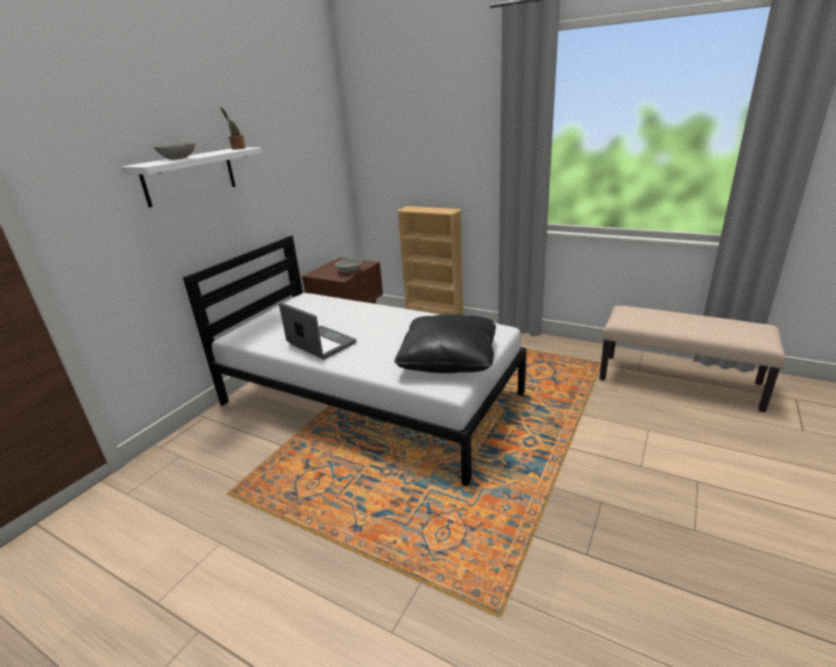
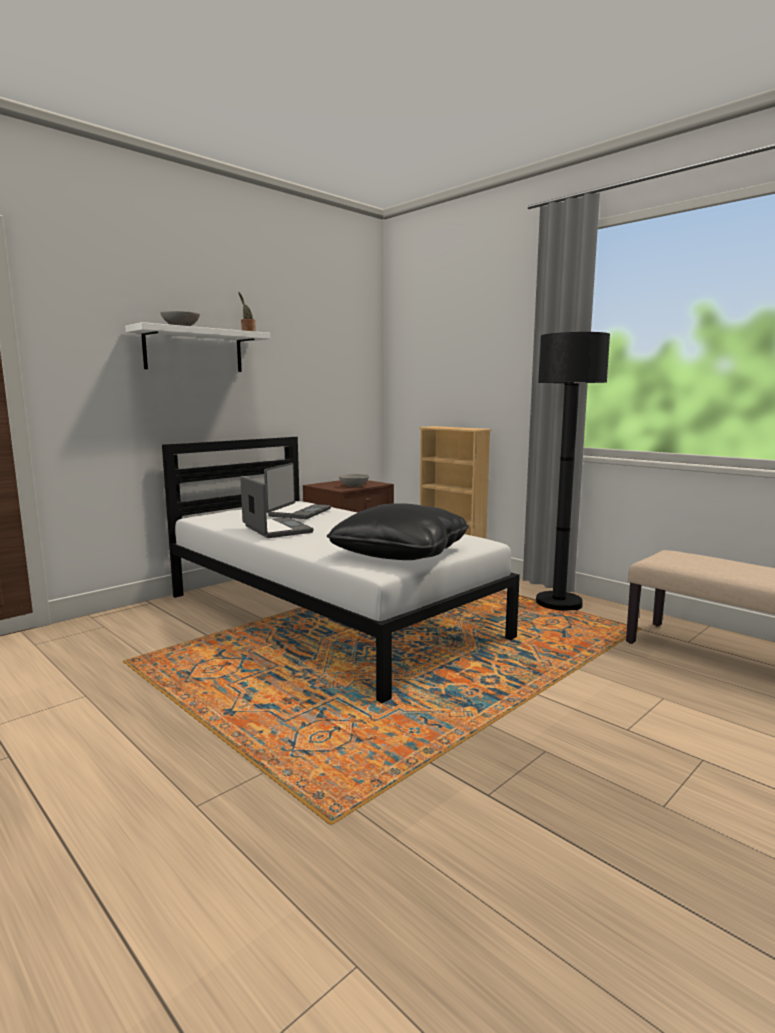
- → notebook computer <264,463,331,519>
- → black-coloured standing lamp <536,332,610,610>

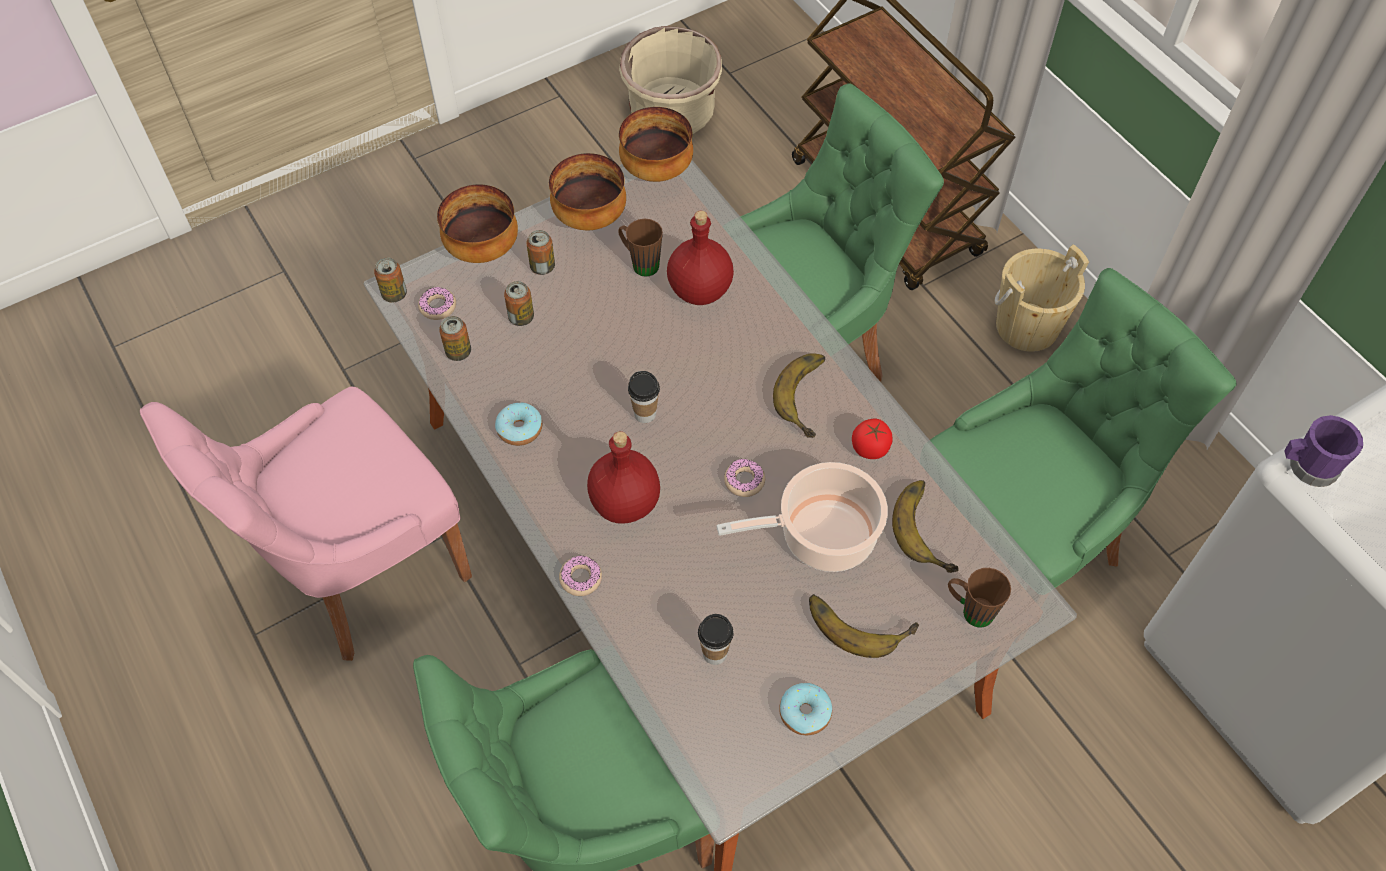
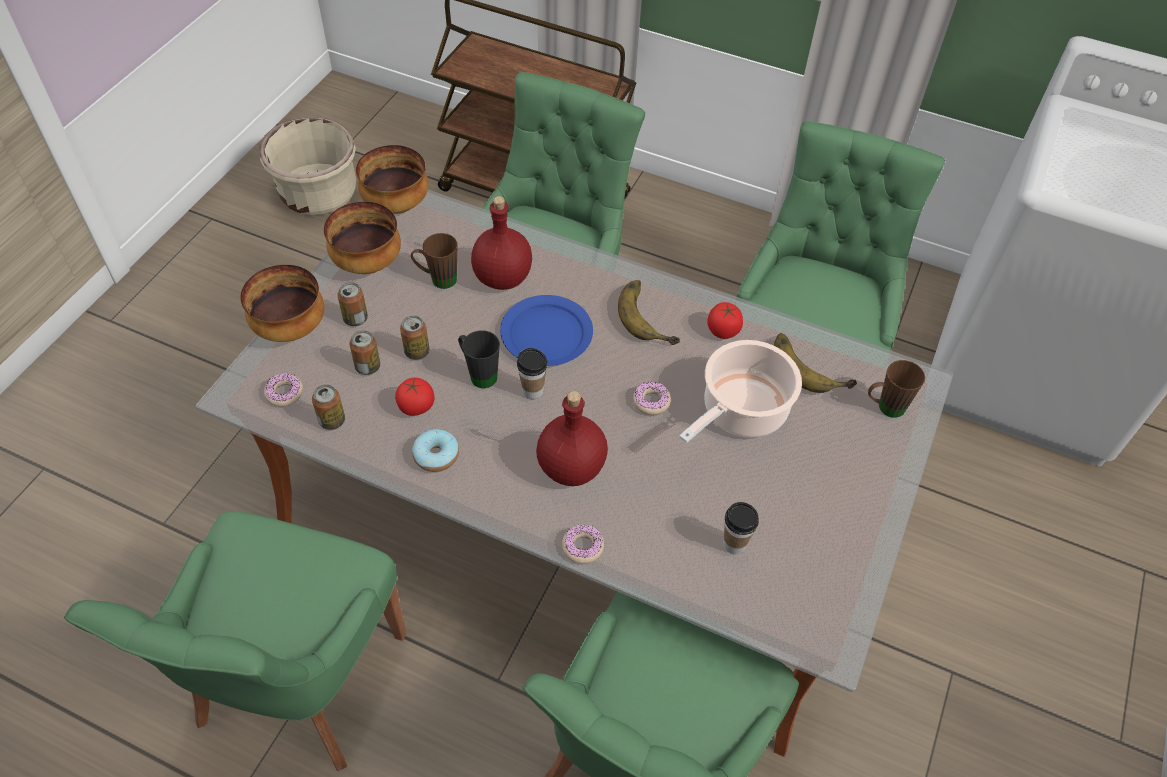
pink-coloured chair <140,387,472,661> → green chair <64,511,407,771>
can <374,258,407,303> → can <400,315,430,360>, shifted
donut <779,683,832,735> → -
banana fruit <809,594,919,658> → -
sand-coloured bucket <995,244,1089,352> → -
purple-coloured mug <1284,415,1363,487> → -
- → whole tomato <395,378,435,416>
- → black-coloured mug <458,330,500,388>
- → bluish flat dish <500,295,593,366>

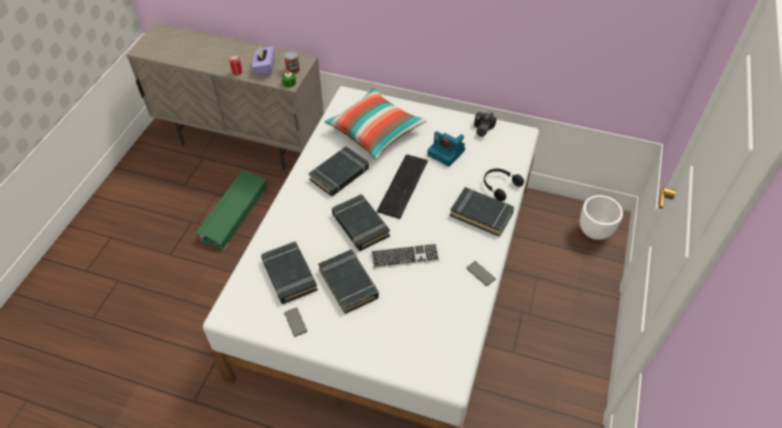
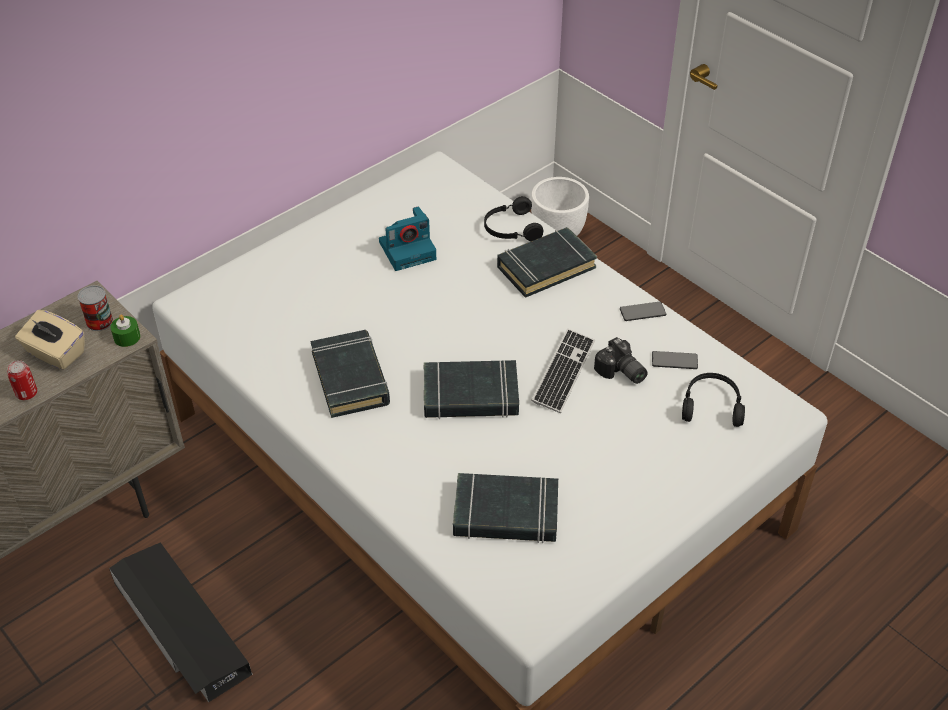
green storage bin <196,171,268,250> → black-coloured storage bin <109,542,253,702>
purple-coloured tissue holder <252,45,275,75> → sand-coloured tissue holder <15,310,85,370>
handset <284,307,307,337> → handset <652,351,698,369>, shifted
black-coloured book <318,250,379,314> → -
throw pillow <324,88,427,159> → -
computer keyboard <377,155,428,219> → -
still camera <474,111,497,137> → still camera <594,337,648,384>, shifted
- → black-coloured headphones <682,373,745,427>

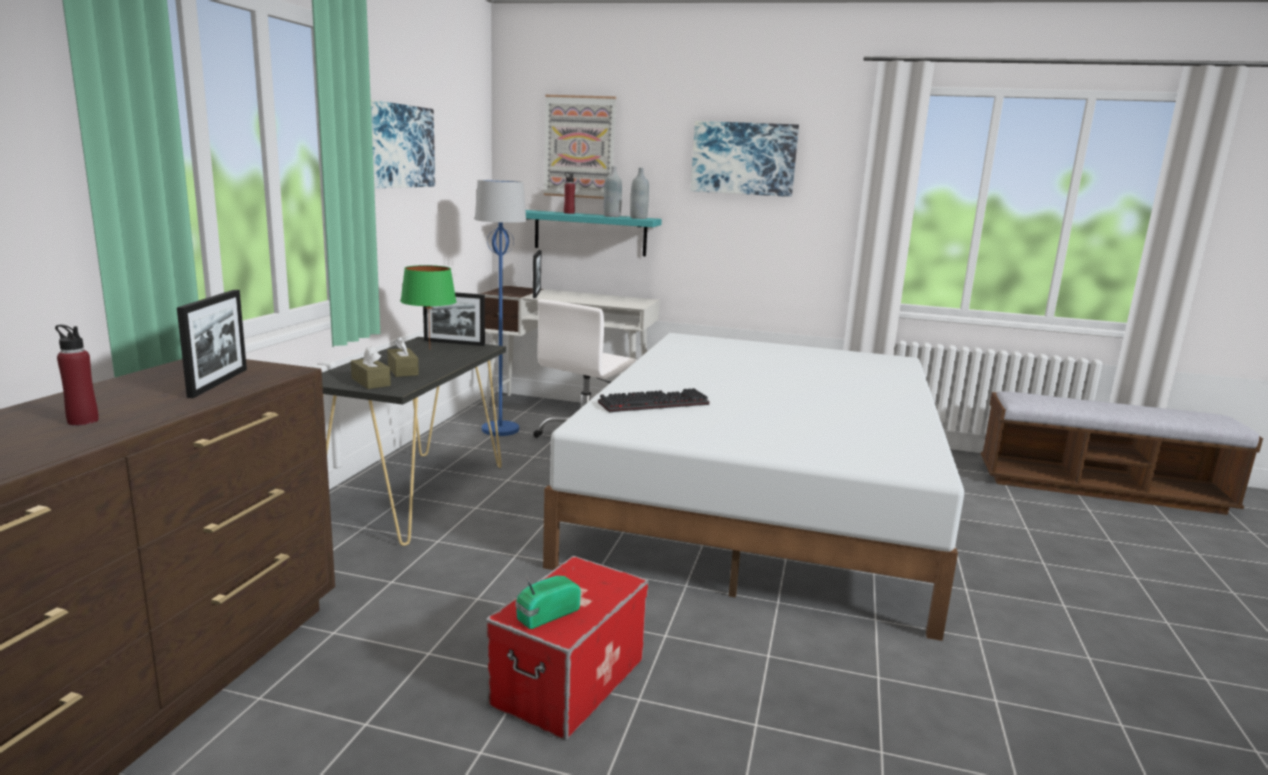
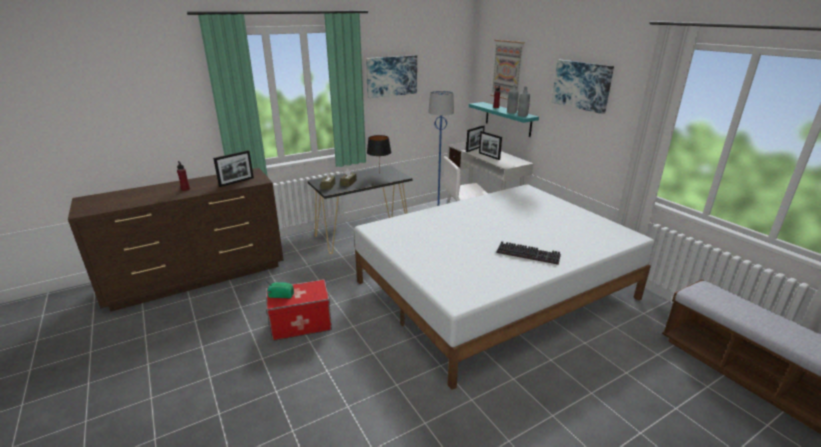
green table lamp <400,265,457,348> → black-coloured table lamp <367,135,391,170>
picture frame <423,292,485,346> → picture frame <479,131,502,160>, shifted
computer keyboard <598,388,709,412> → computer keyboard <496,241,561,265>, shifted

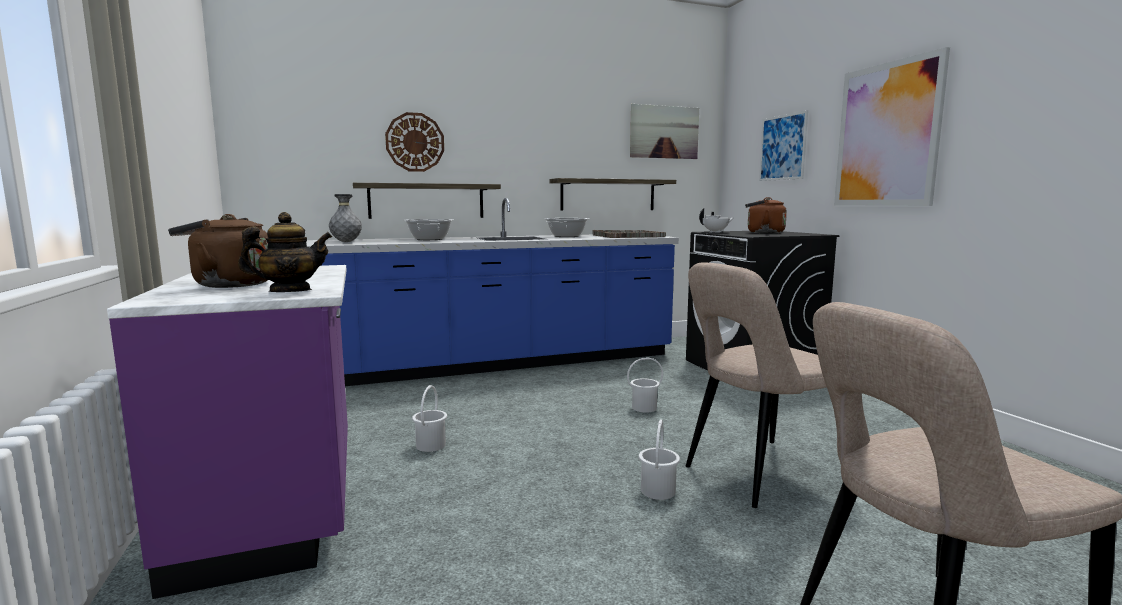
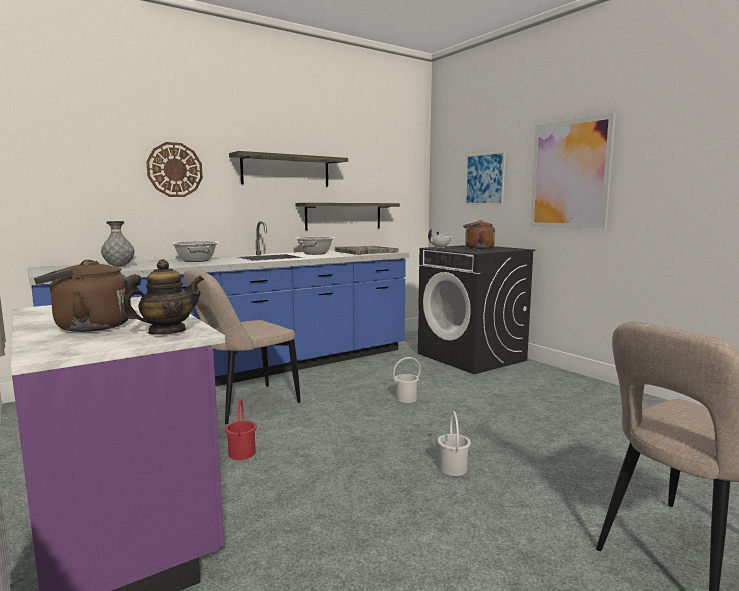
shelf <353,183,501,219> → shelf <229,151,348,186>, shifted
white bucket <412,385,447,452> → red-coloured bucket <225,399,257,460>
wall picture <630,104,699,159> → -
sand-coloured chair <686,262,826,508> → sand-coloured chair <184,270,301,424>, shifted

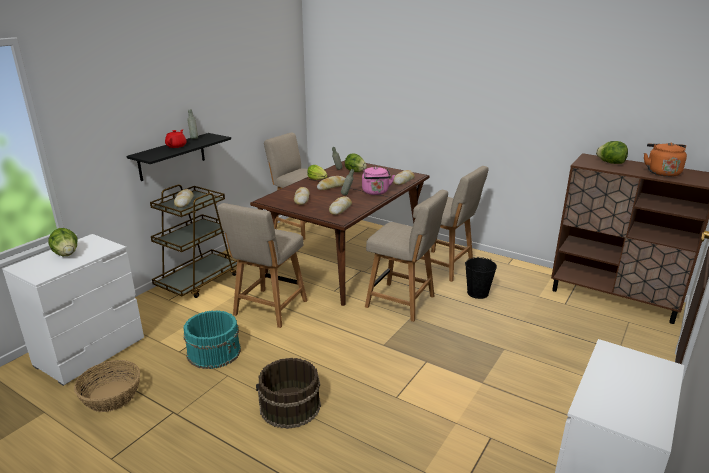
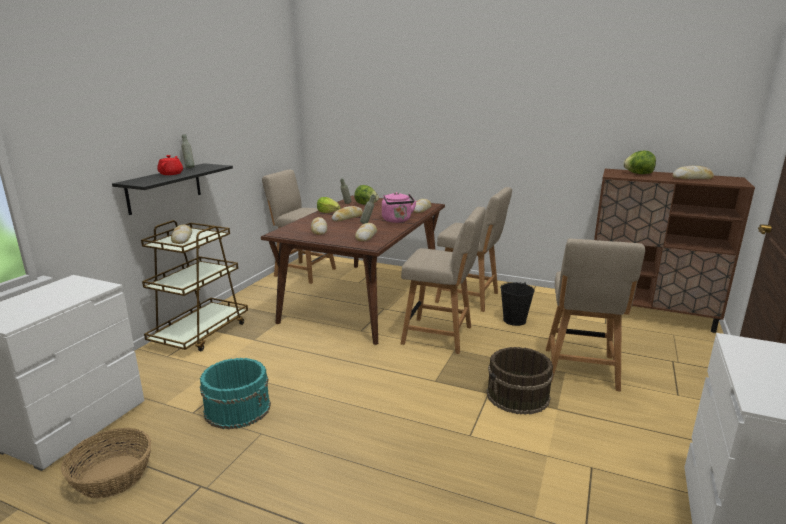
lettuce <48,228,78,256> → -
sand-coloured chair <218,203,308,328> → sand-coloured chair <546,239,645,392>, shifted
brownish bucket <256,358,321,429> → brownish bucket <486,347,553,415>, shifted
orangey tea kettle <644,143,687,177> → bakery bread <673,166,714,179>

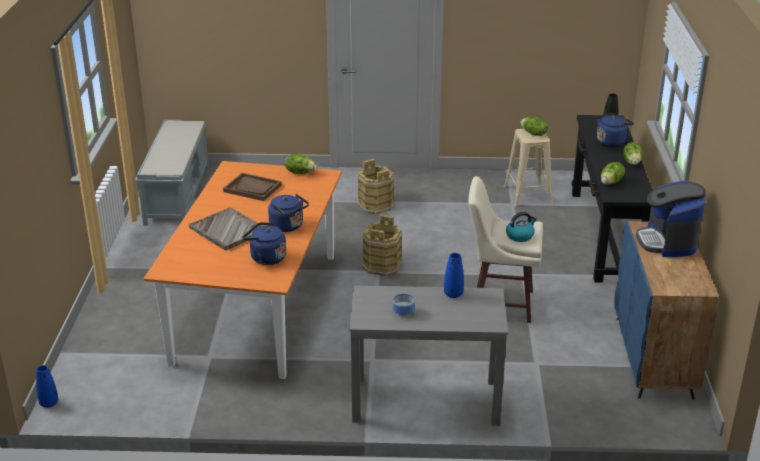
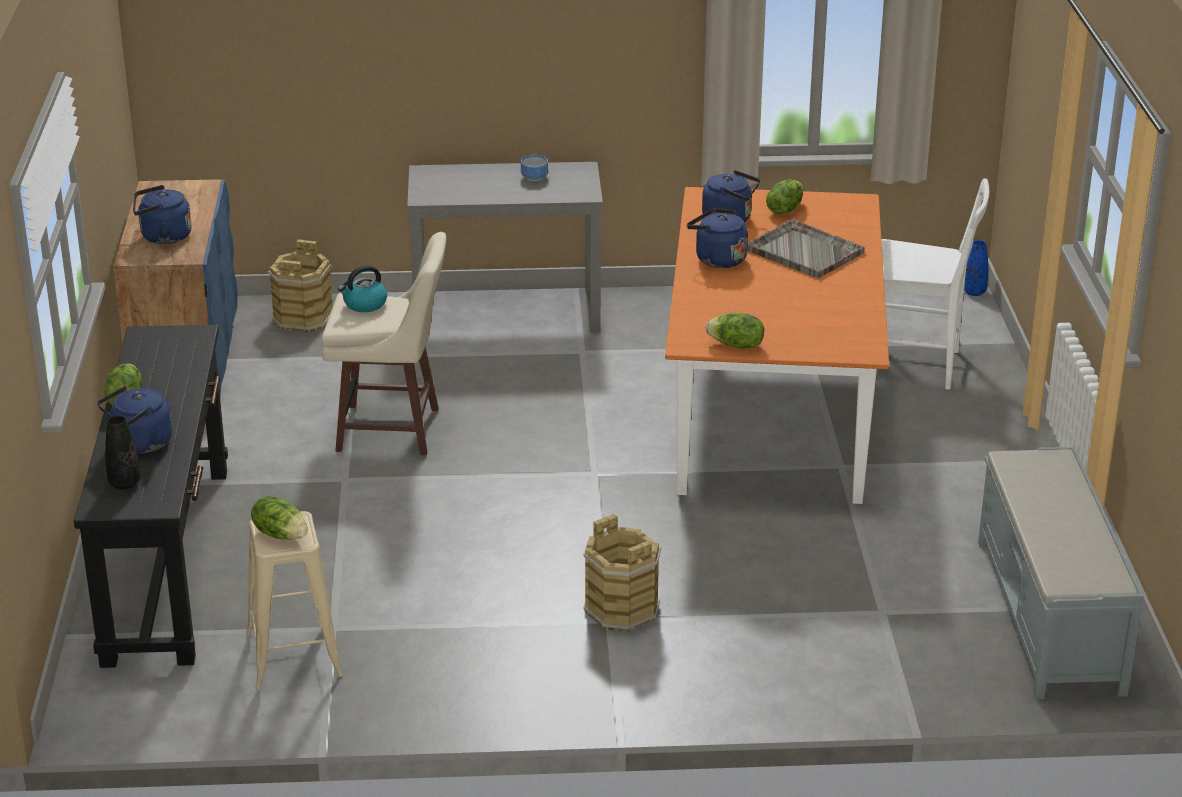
brownish tray <223,173,282,201> → -
brownish bucket <362,215,403,276> → brownish bucket <268,239,333,333>, shifted
bluish decorative vase <444,253,464,298> → -
lettuce <601,162,625,184> → lettuce <766,179,803,214>, shifted
coffee machine <636,181,706,257> → bluish tea kettle <133,185,192,244>
- → white chair <881,178,989,390>

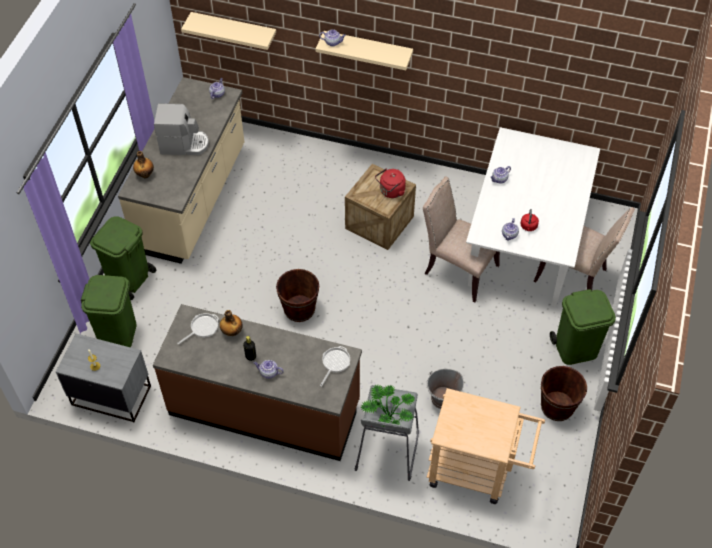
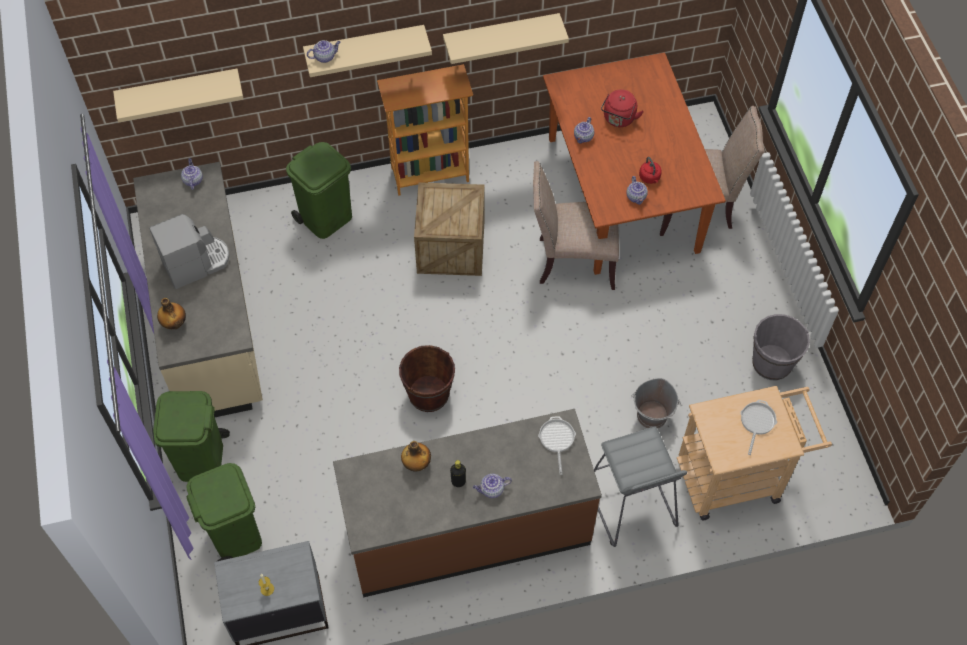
skillet <177,313,219,345> → skillet <740,400,777,455>, shifted
houseplant <360,384,415,427> → -
red-coloured tea kettle <375,169,406,198> → red-coloured tea kettle <601,90,644,127>, shifted
white kitchen table <466,127,600,307> → brownish kitchen table <543,53,726,275>
brownish bucket <541,366,587,421> → grey bucket <752,314,810,380>
green rubbish bin <550,289,616,365> → green rubbish bin <286,142,352,239>, shifted
- → bookcase <377,64,473,196>
- → sand-coloured shelf <443,13,569,64>

